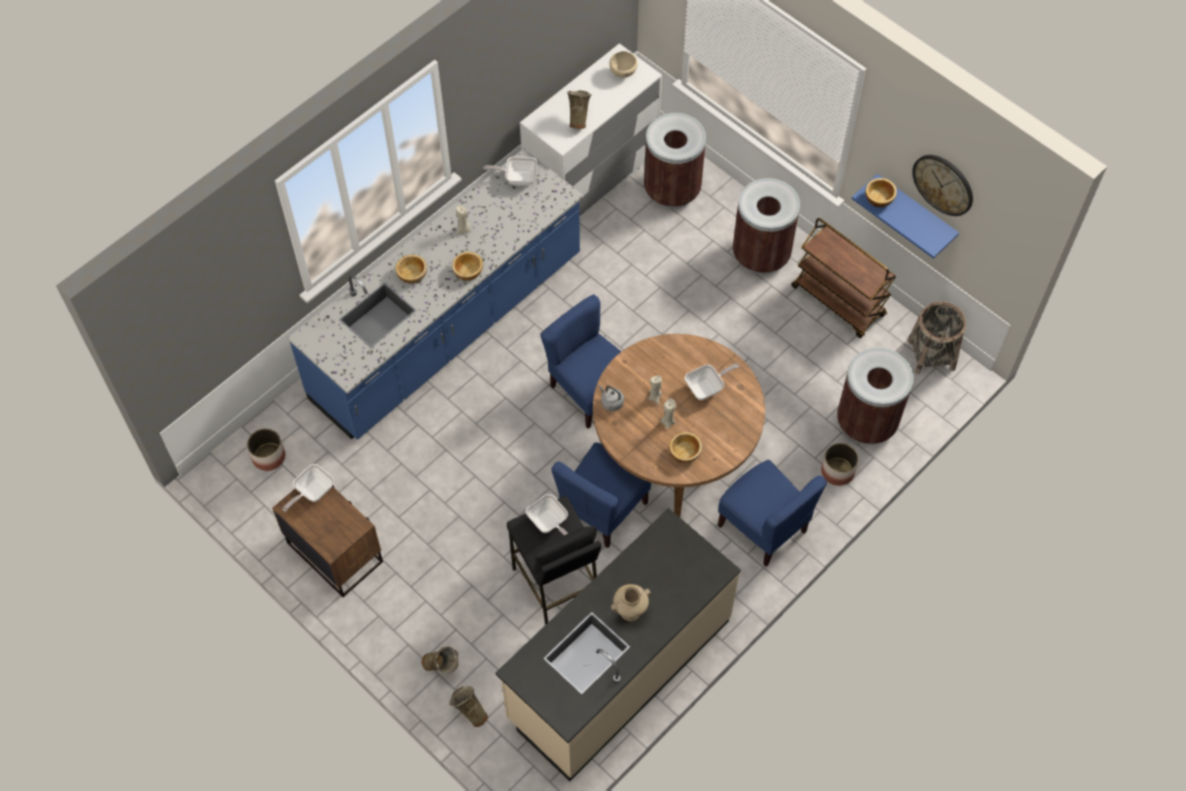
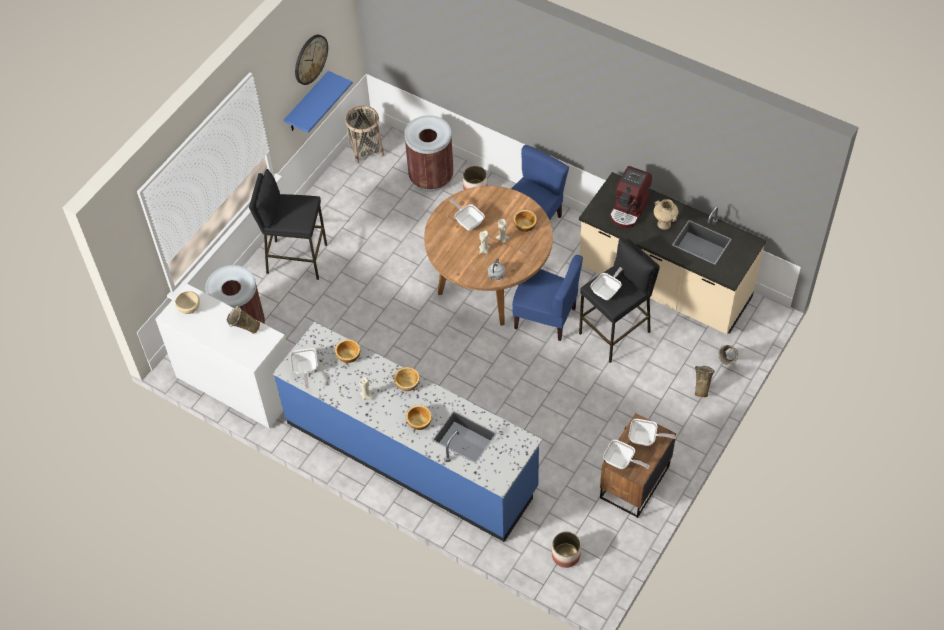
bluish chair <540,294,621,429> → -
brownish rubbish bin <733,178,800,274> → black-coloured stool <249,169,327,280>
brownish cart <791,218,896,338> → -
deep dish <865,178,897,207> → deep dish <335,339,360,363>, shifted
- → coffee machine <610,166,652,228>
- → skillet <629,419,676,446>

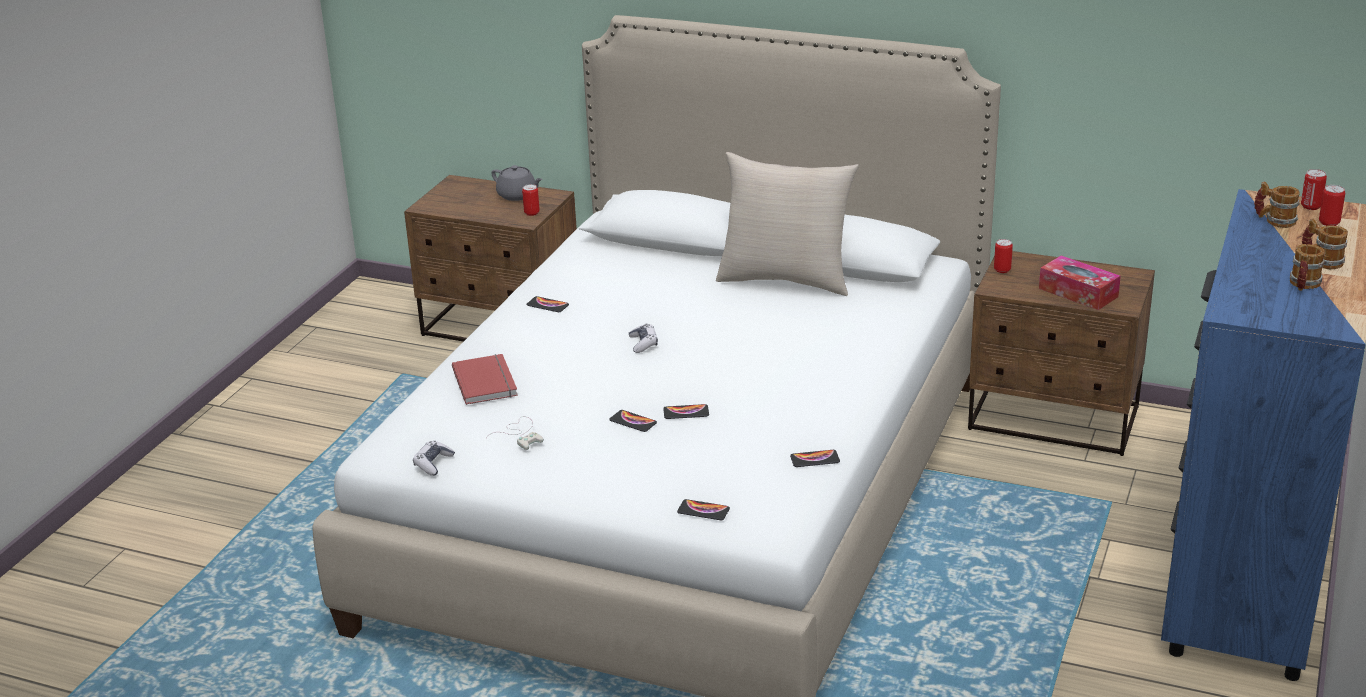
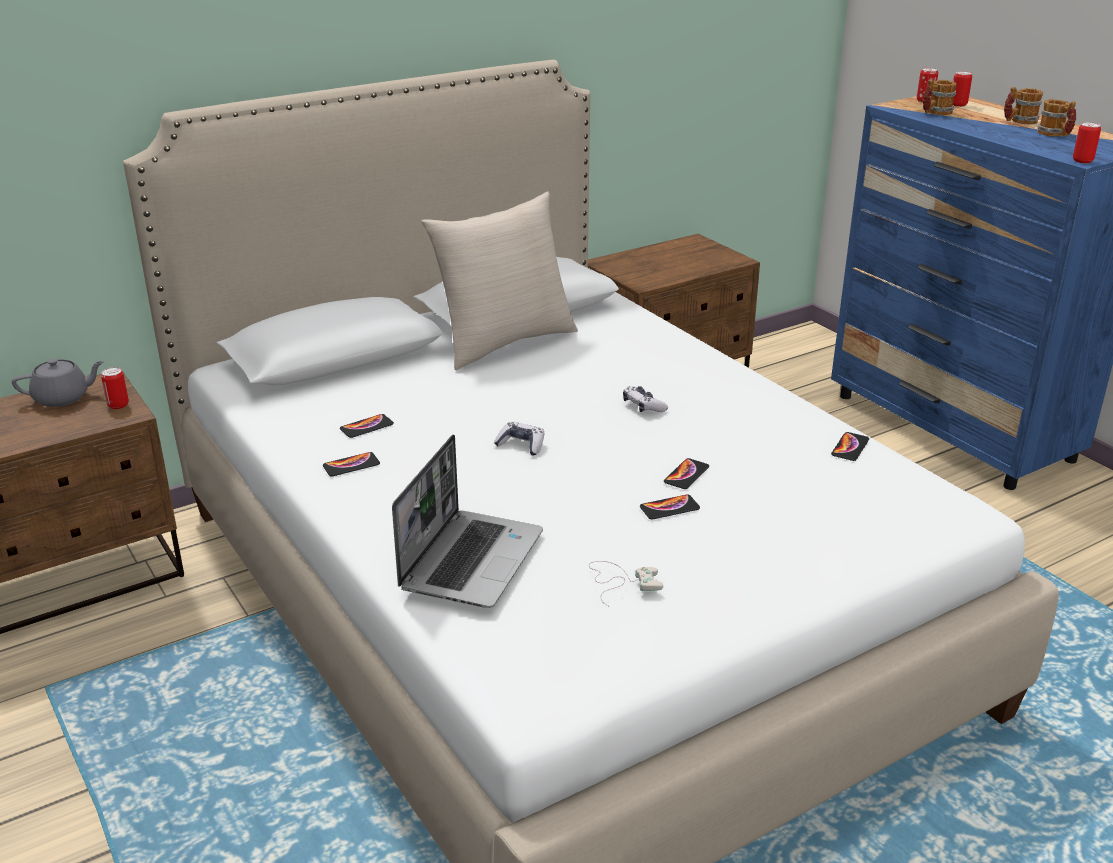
joypad <413,441,455,476> → joypad <623,386,668,412>, shifted
red-coloured book <452,354,518,405> → notebook computer <392,434,543,608>
handset <677,499,730,520> → handset <340,414,394,438>, shifted
can <994,239,1013,273> → can <1073,122,1101,163>, shifted
tissue holder <1039,255,1121,310> → -

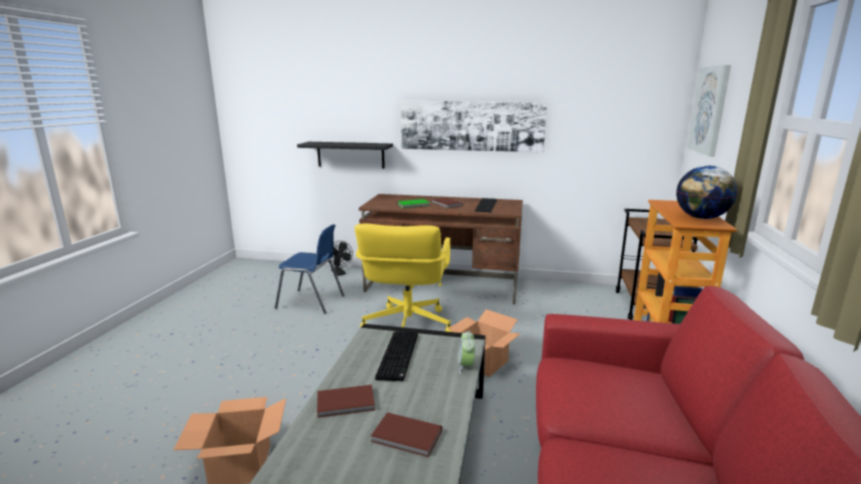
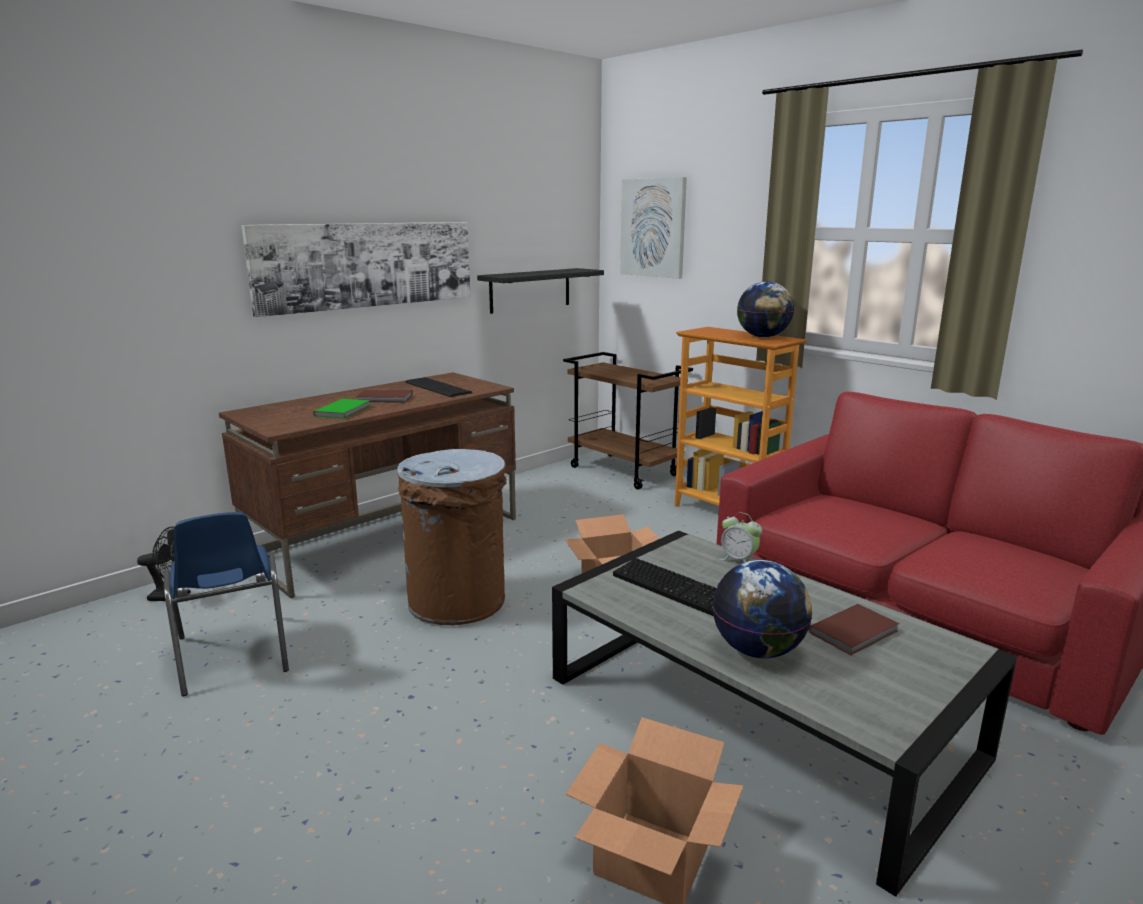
bluish chair <275,224,344,314> → bluish chair <164,512,289,696>, 105 degrees clockwise
black-coloured shelf <297,142,393,169> → black-coloured shelf <477,268,604,314>, shifted
brownish book <317,385,375,418> → globe <712,560,812,658>
yellow-coloured computer chair <355,224,452,332> → brownish rubbish bin <397,449,507,625>

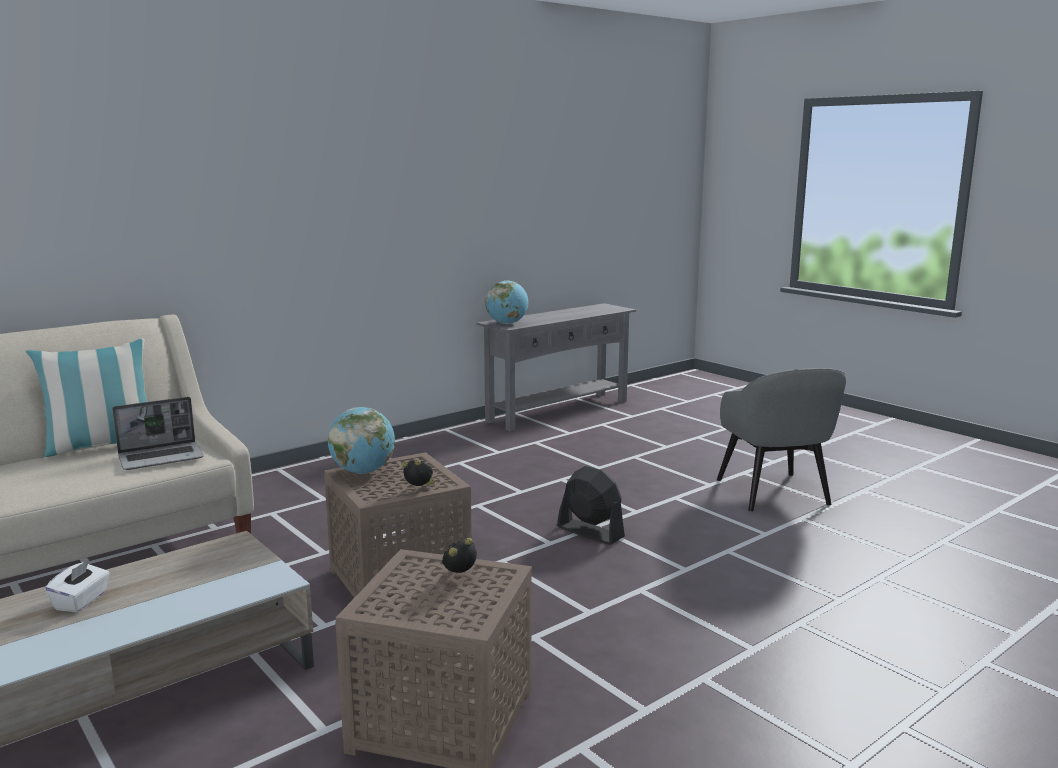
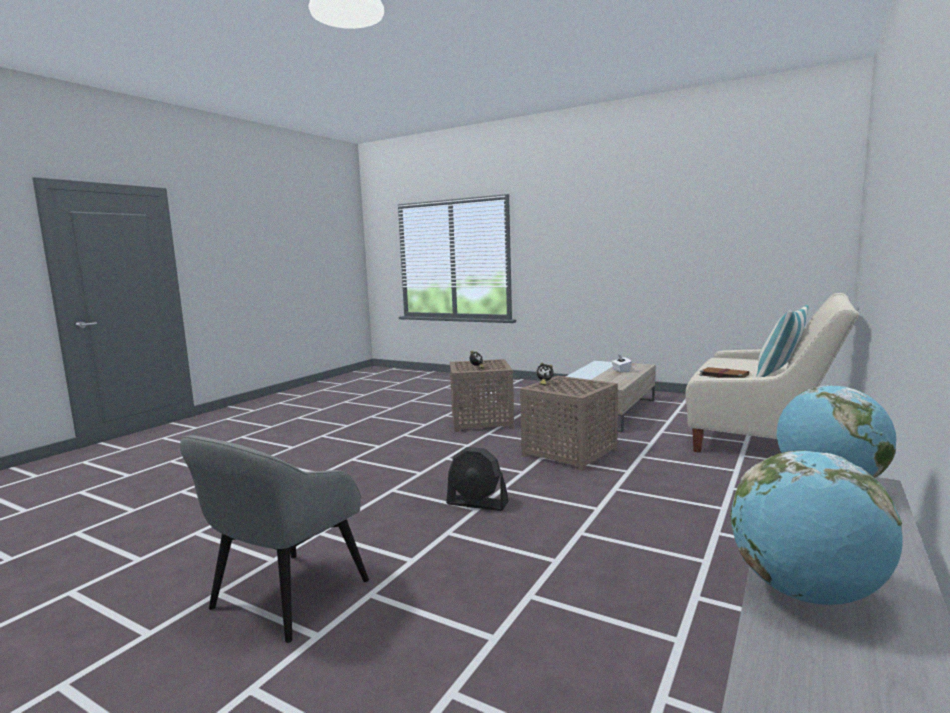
notebook computer <112,397,204,470> → brownish book <698,367,749,378>
globe <328,407,395,474> → globe <730,450,903,605>, shifted
grey easy chair <717,368,846,511> → grey easy chair <180,435,369,643>, 120 degrees counterclockwise

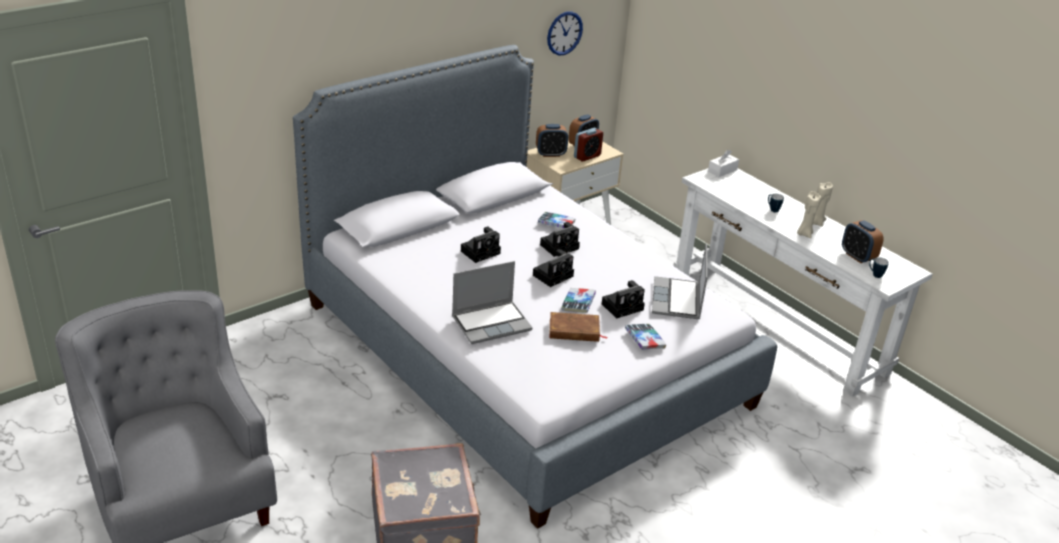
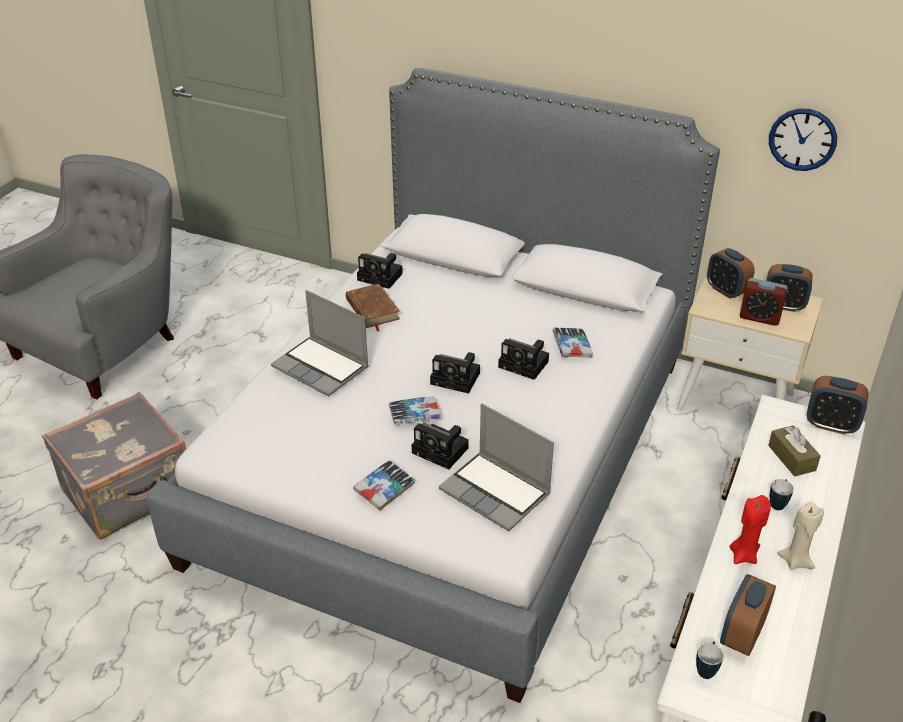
still camera <461,227,501,263> → still camera <357,253,403,289>, shifted
brownish book <549,312,608,342> → brownish book <346,283,400,332>, shifted
notebook computer <652,244,708,319> → notebook computer <439,403,554,532>, 120 degrees counterclockwise
white tissue holder <708,150,739,177> → alarm clock <807,376,869,435>
sand-coloured candle <797,191,821,238> → red-coloured candle <730,495,771,564>
- → brownish tissue holder <768,425,821,477>

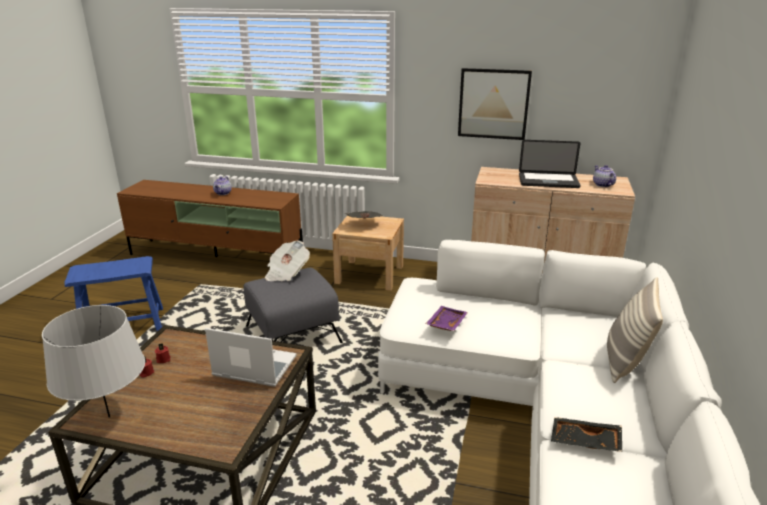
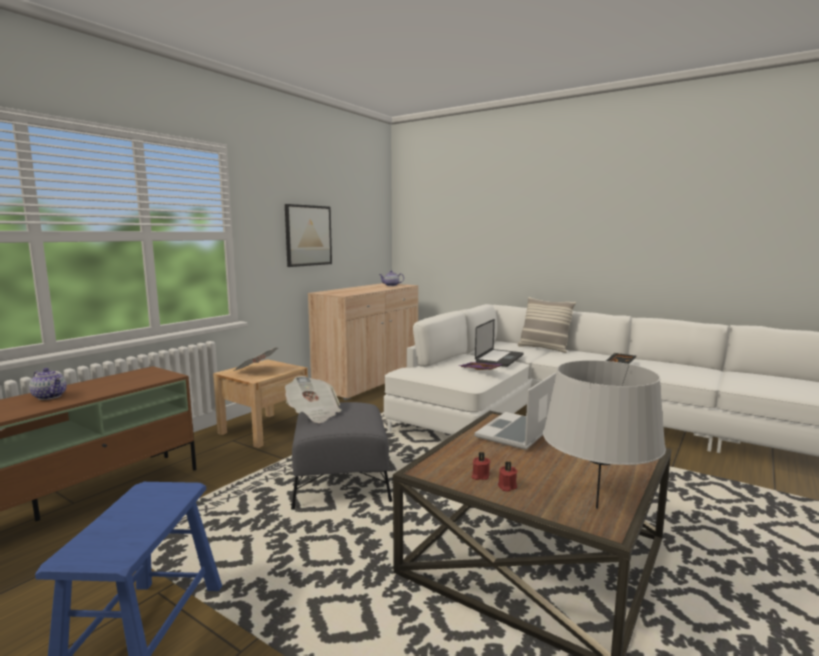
notebook computer <519,140,581,188> → notebook computer <475,319,523,367>, shifted

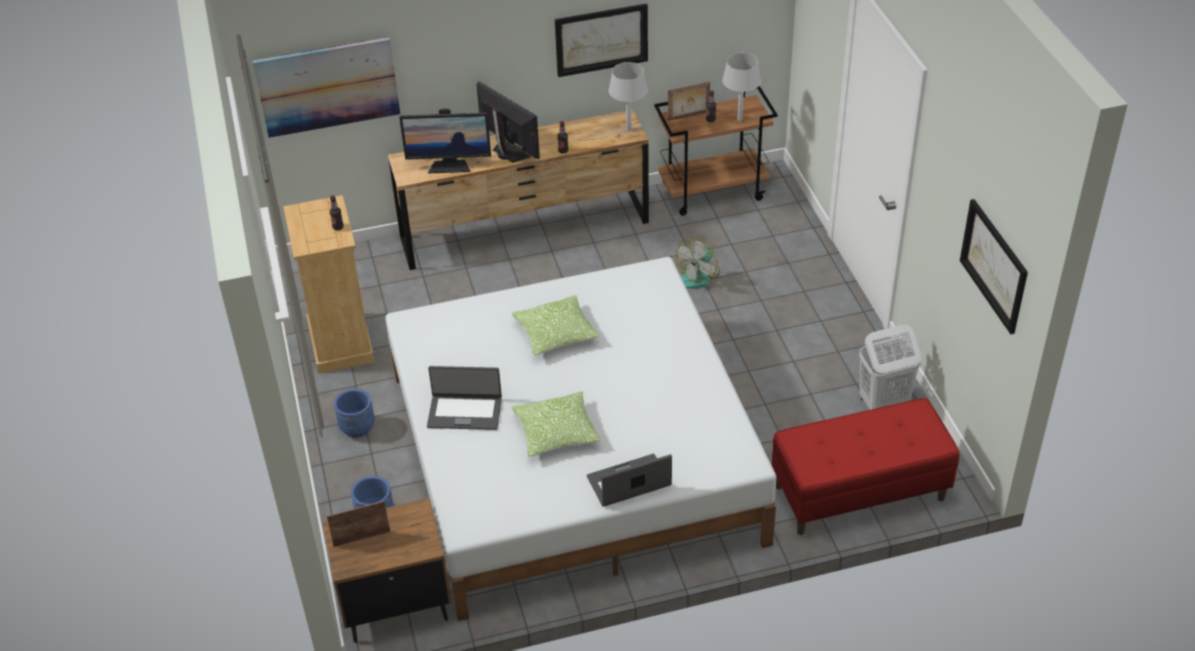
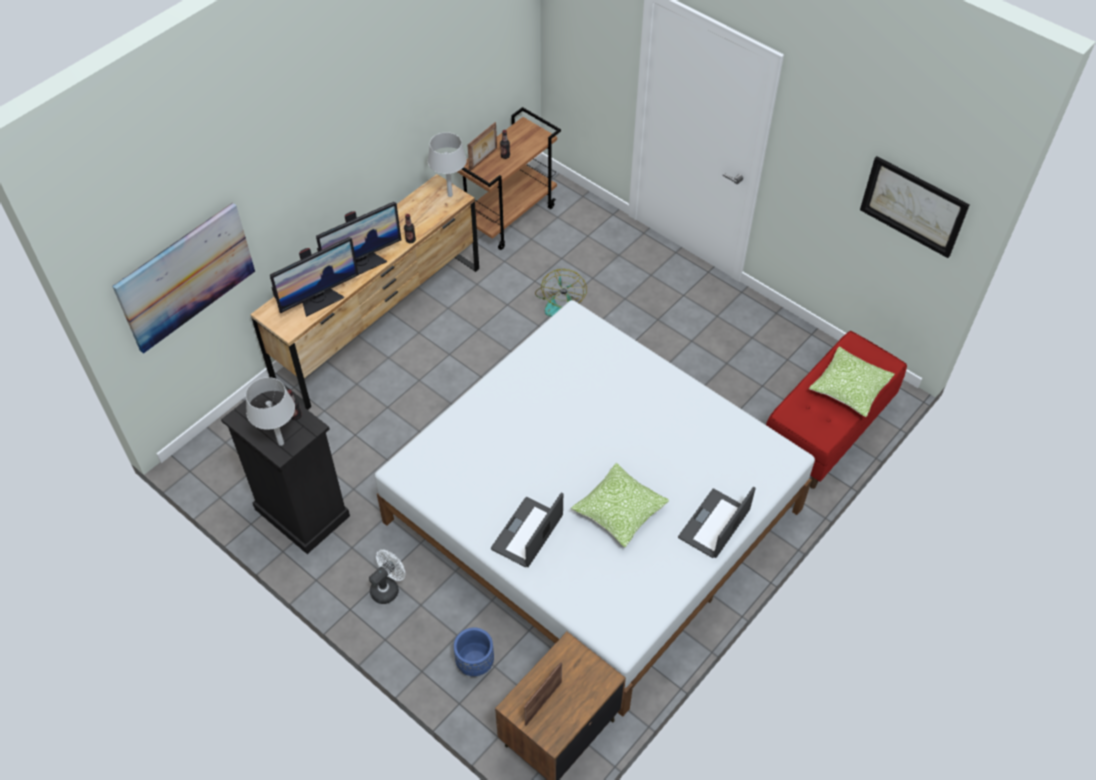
sand-coloured chest of drawers <283,195,375,374> → black-coloured chest of drawers <221,391,350,554>
bluish flower pot <334,389,375,438> → white cooling fan <369,550,406,604>
notebook computer <427,366,502,430> → notebook computer <491,493,563,567>, 150 degrees clockwise
computer display <476,81,540,163> → computer display <316,202,401,274>, 135 degrees clockwise
throw pillow <512,295,599,356> → throw pillow <809,346,895,417>, shifted
wall picture <555,4,648,77> → -
grey table lamp <722,53,761,121> → grey table lamp <246,377,295,446>, shifted
white washing basket <859,324,922,410> → -

